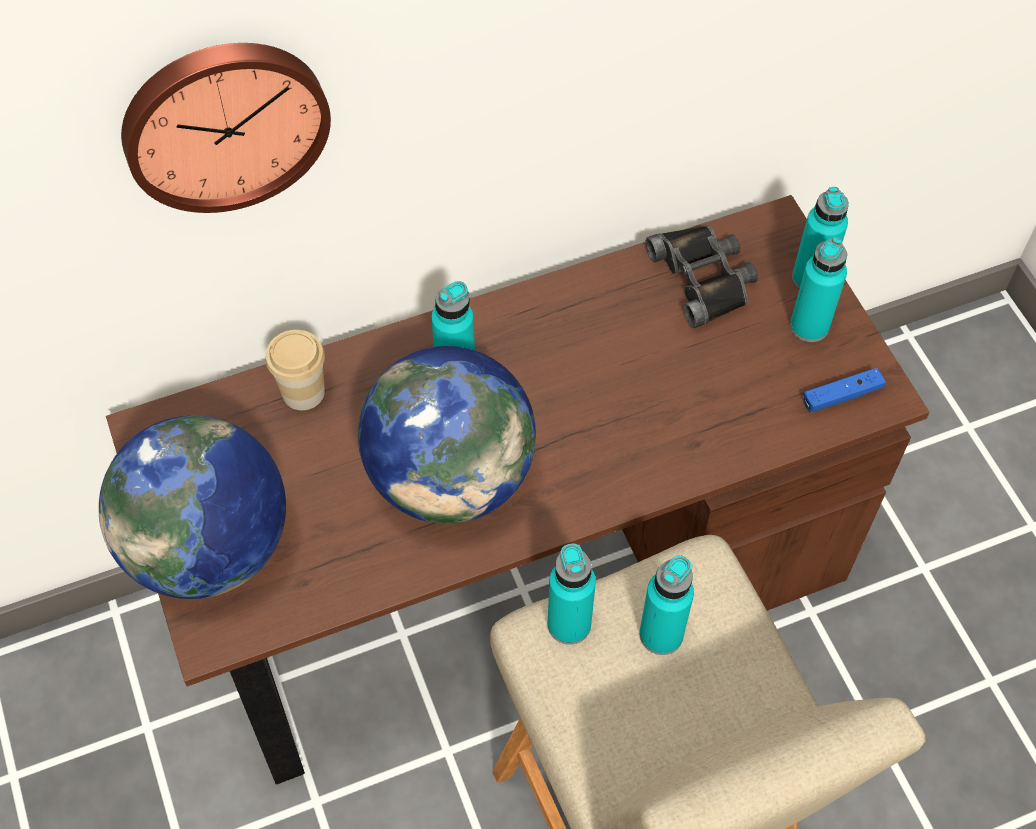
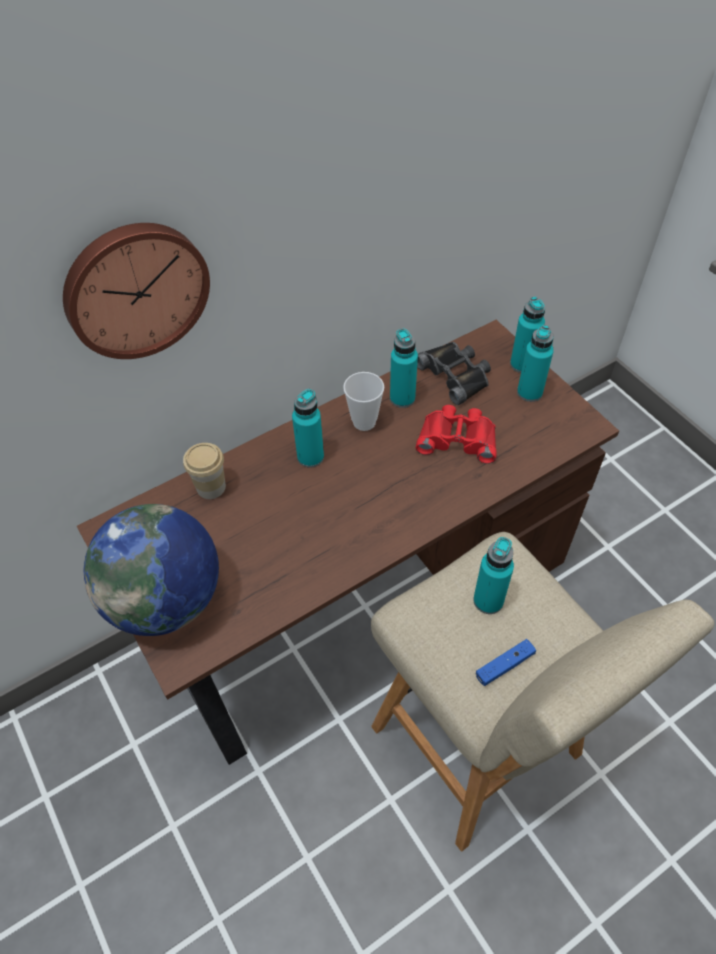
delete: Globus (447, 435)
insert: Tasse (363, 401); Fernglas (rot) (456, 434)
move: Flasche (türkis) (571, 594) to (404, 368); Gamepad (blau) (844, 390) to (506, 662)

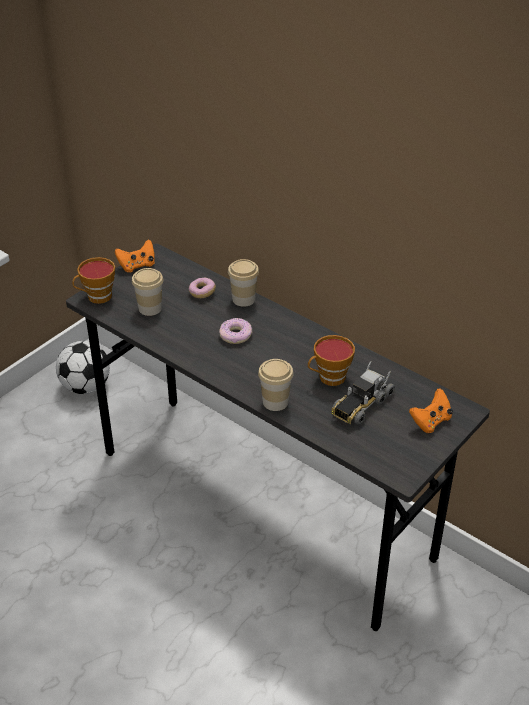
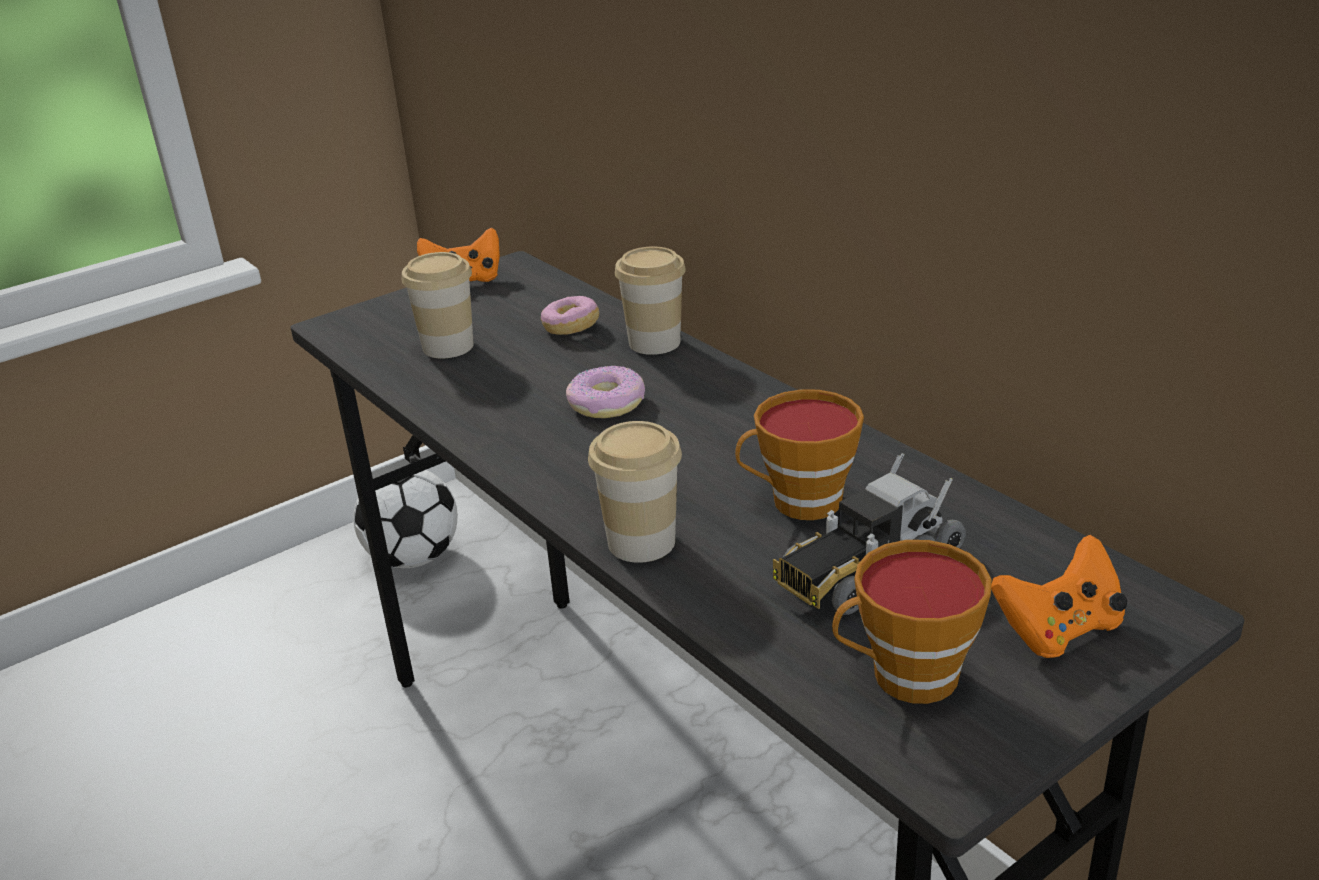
move: Tasse (93, 280) to (912, 622)

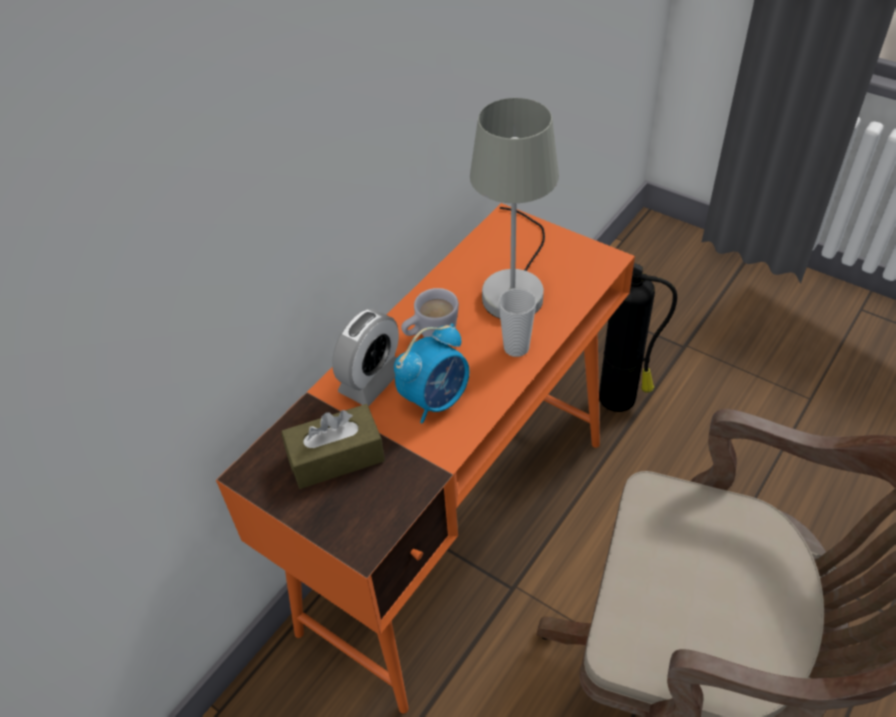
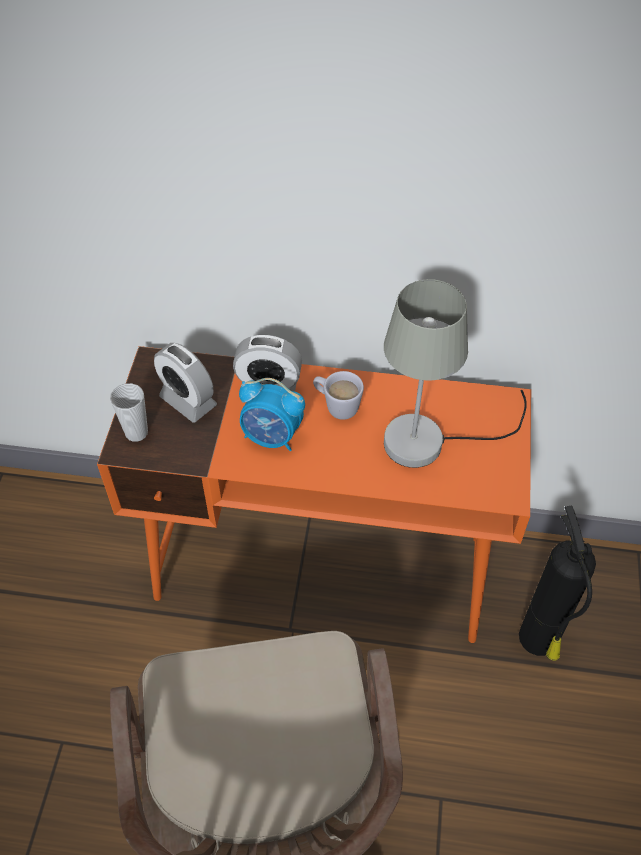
move: Tasse (517, 322) to (129, 412)
replace: Taschentuchbox (braun) (333, 446) to Wecker (185, 382)

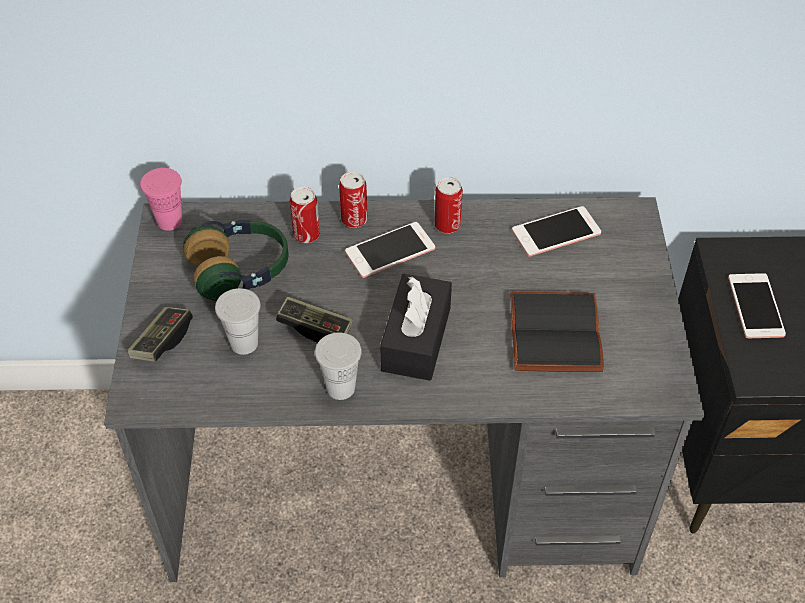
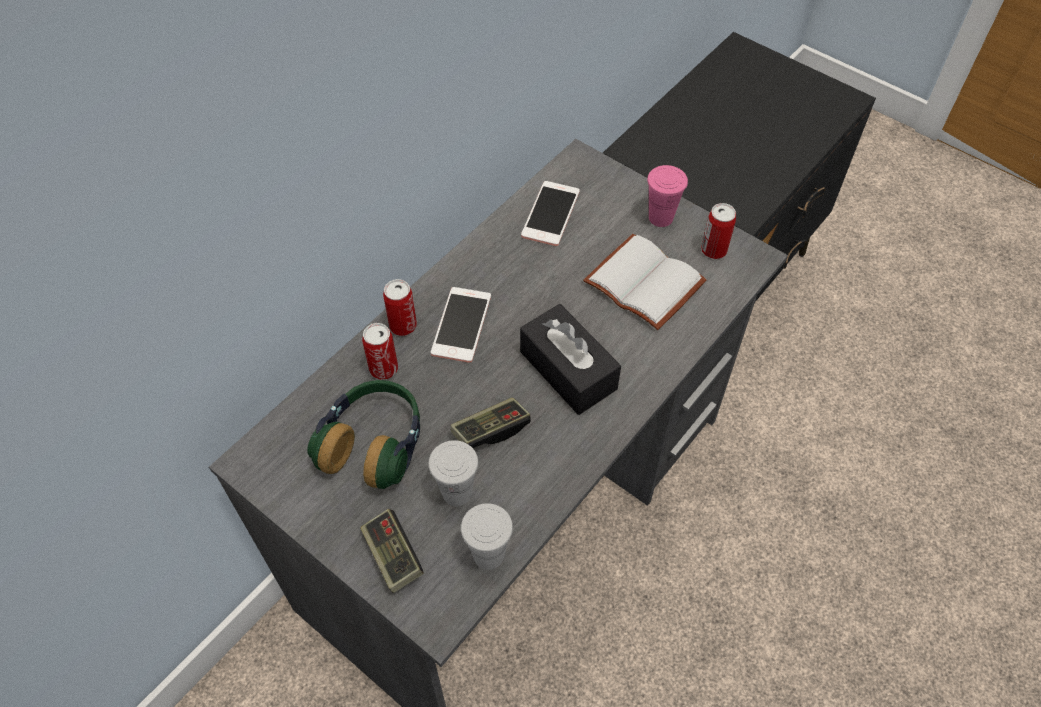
delete: Handy (757, 305)
move: Tasse (weiß) (338, 366) to (487, 536); Tasse (rosa) (161, 199) to (667, 196); Dose (449, 205) to (718, 231)
recolor: Buch (schwarz) (557, 332) to Buch (weiß) (645, 282)

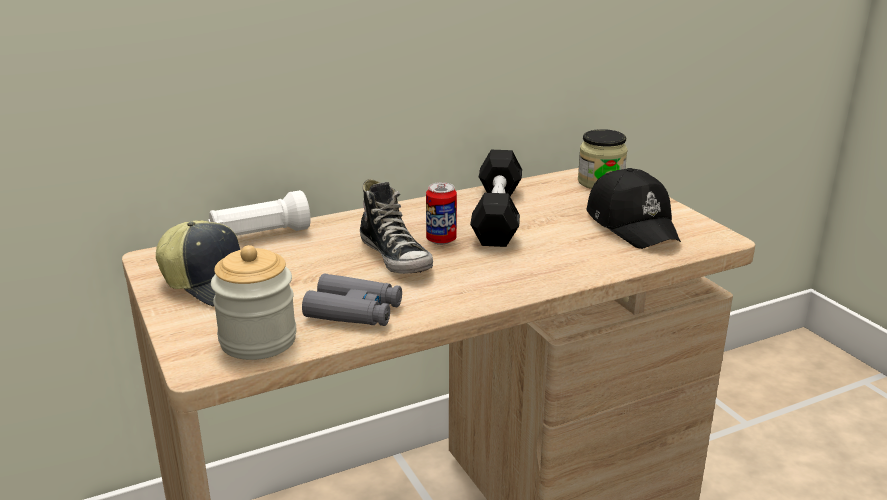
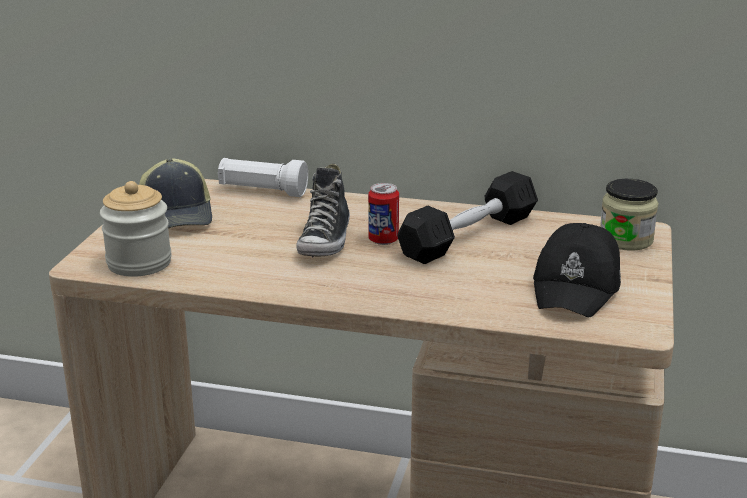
delete: Fernglas (grau) (352, 300)

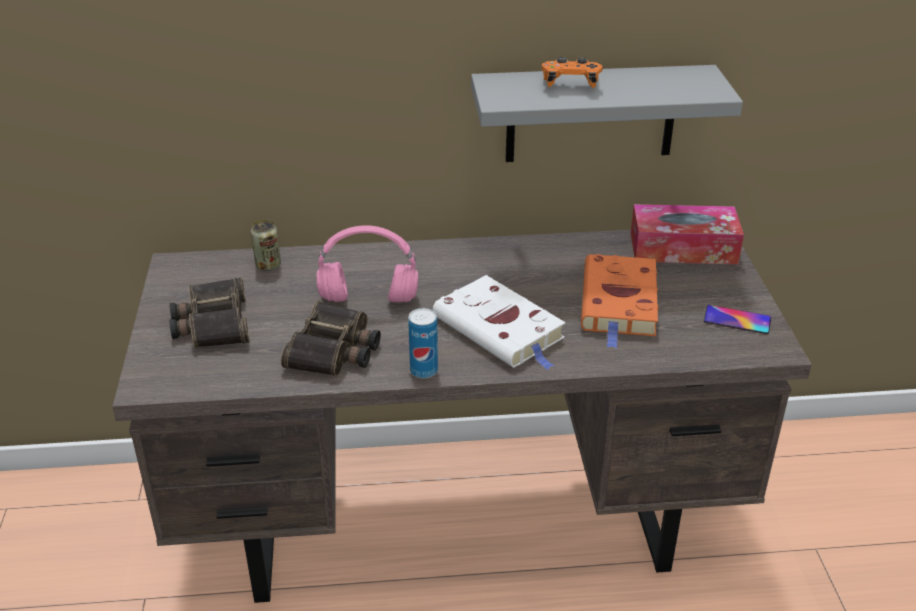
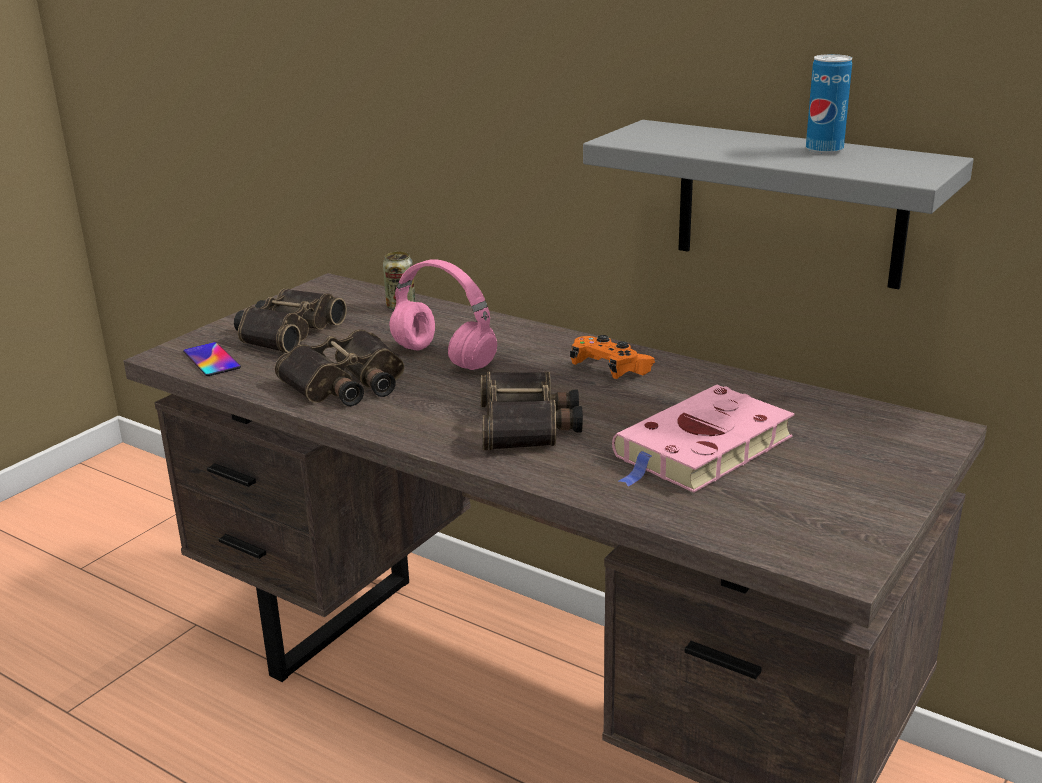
delete: Taschentuchbox (687, 234)
move: Handy (737, 319) to (212, 359); Gamepad (orange) (572, 72) to (612, 357); Dose (423, 343) to (829, 104)
replace: Buch (weiß) (499, 322) to Fernglas (531, 411)
recolor: Buch (orange) (619, 301) to Buch (rosa) (703, 439)

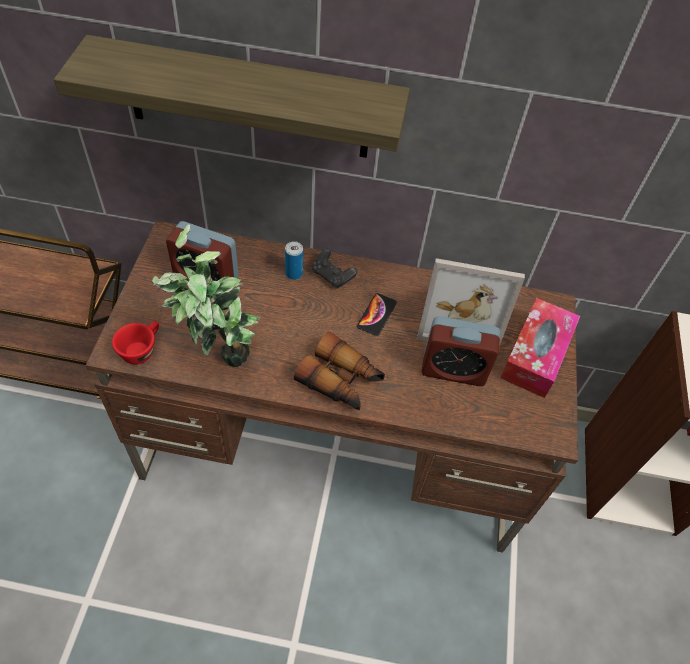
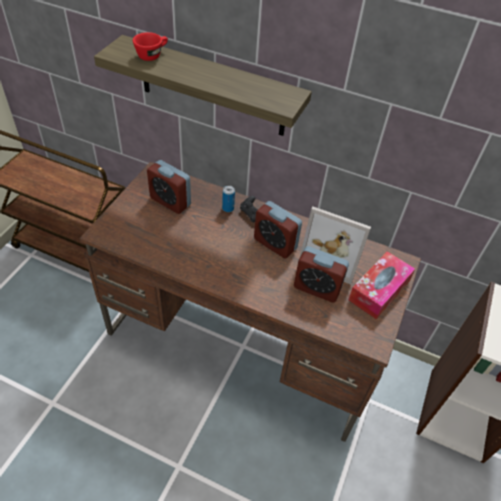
delete: Topfpflanze (206, 295); Fernglas (339, 370)
move: Tasse (rot) (135, 342) to (150, 46)
replace: Handy (377, 314) to Wecker (278, 230)

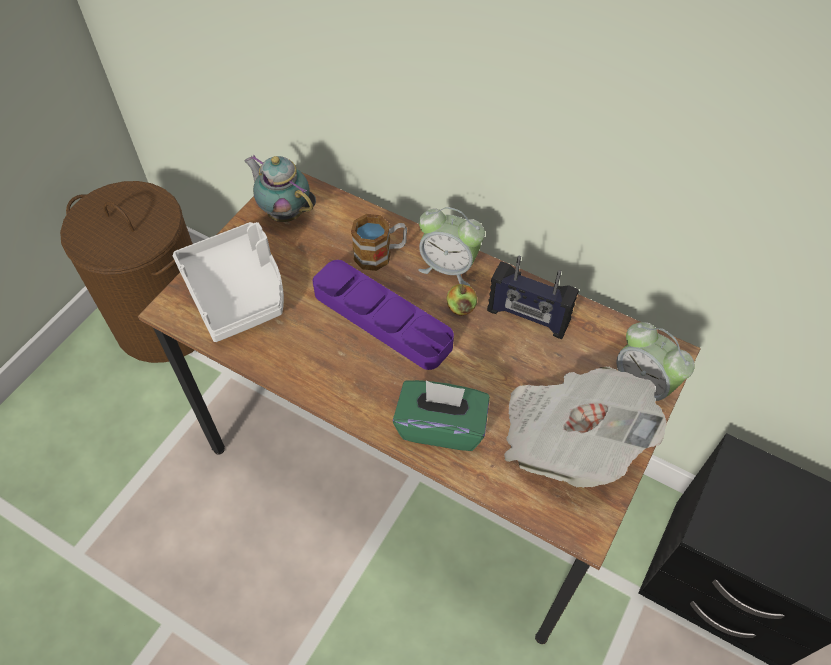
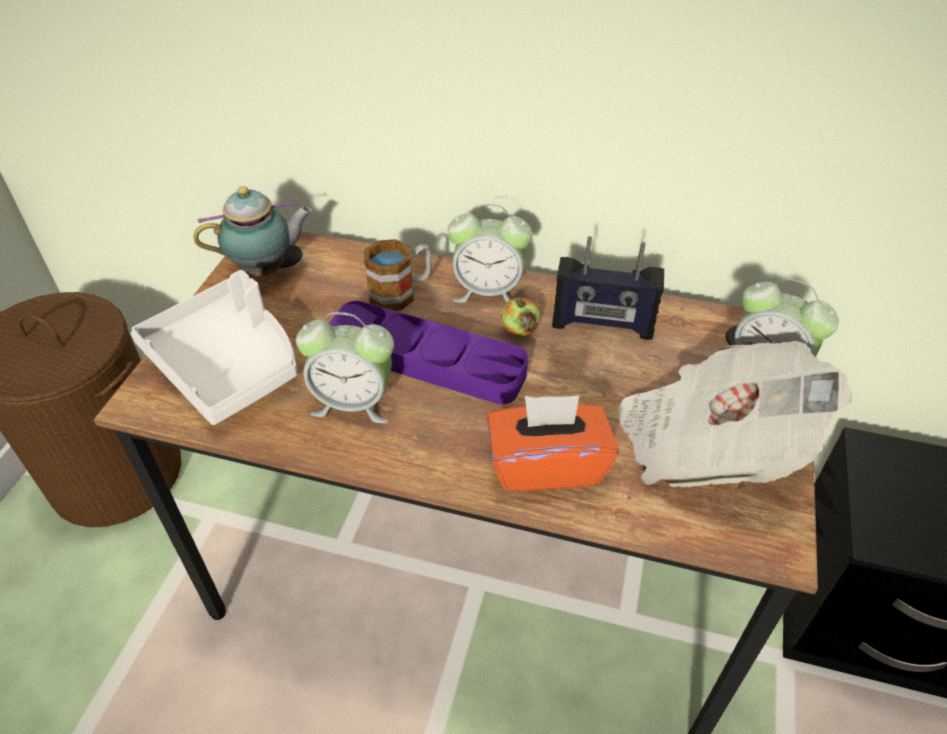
insert: Wecker (345, 367)
recolor: Taschentuchbox (grün) (441, 415) to Taschentuchbox (orange) (553, 443)
rotate: Teekanne (278, 188) = (253, 231) 135 degrees clockwise

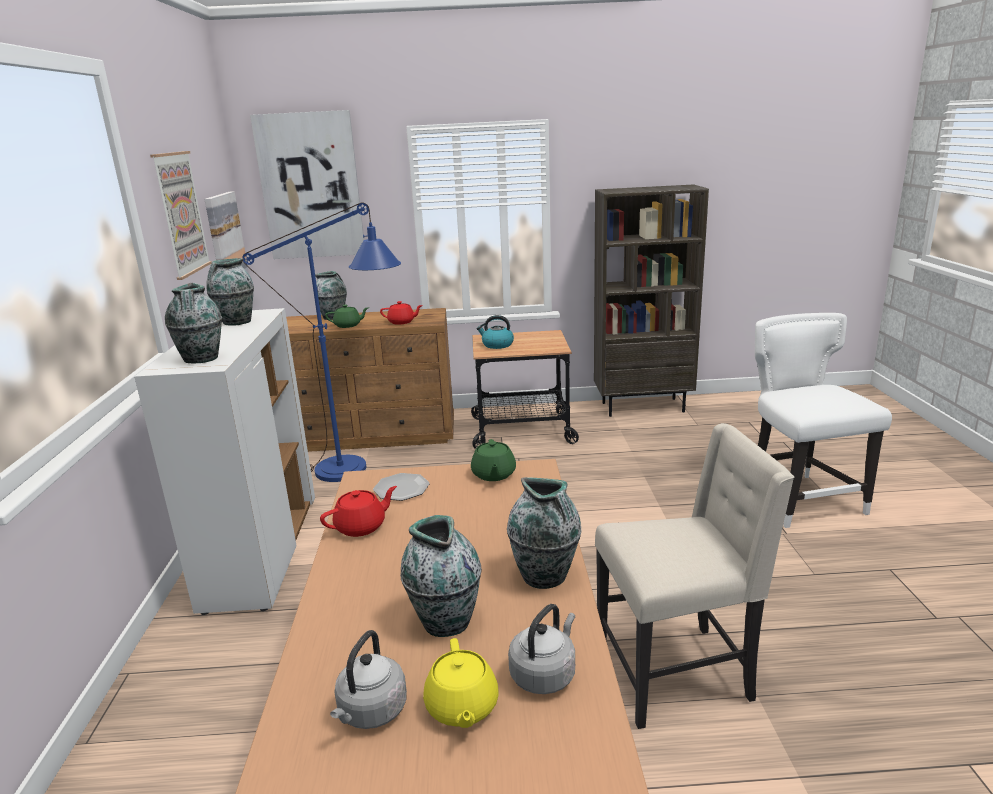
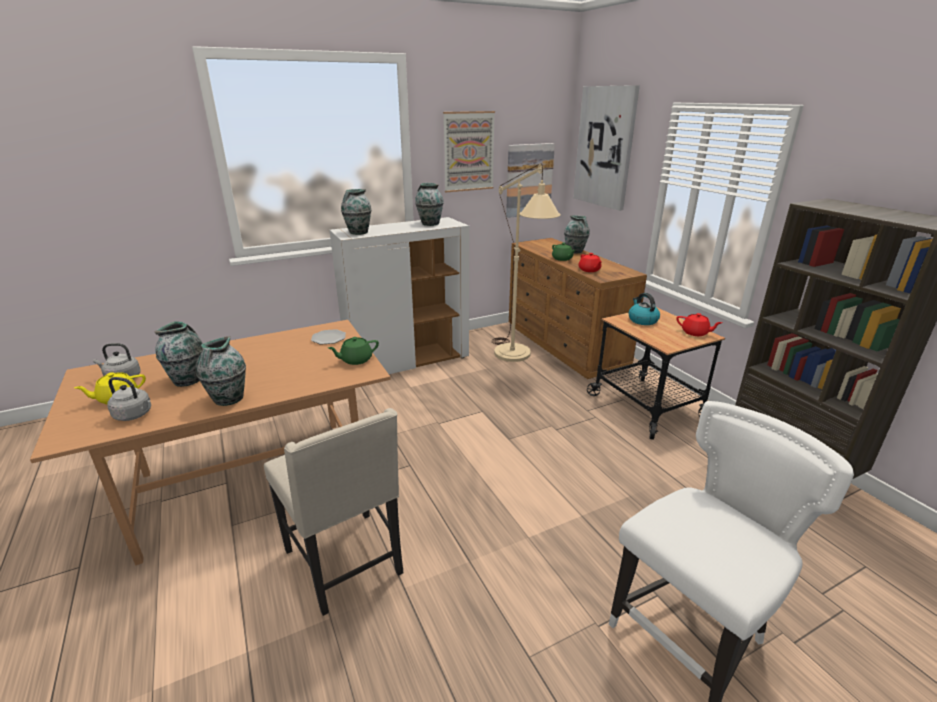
move: Teekanne (rot) (358, 511) to (699, 324)
recolor: Stehlampe (blau) (321, 342) to Stehlampe (beige) (526, 262)

